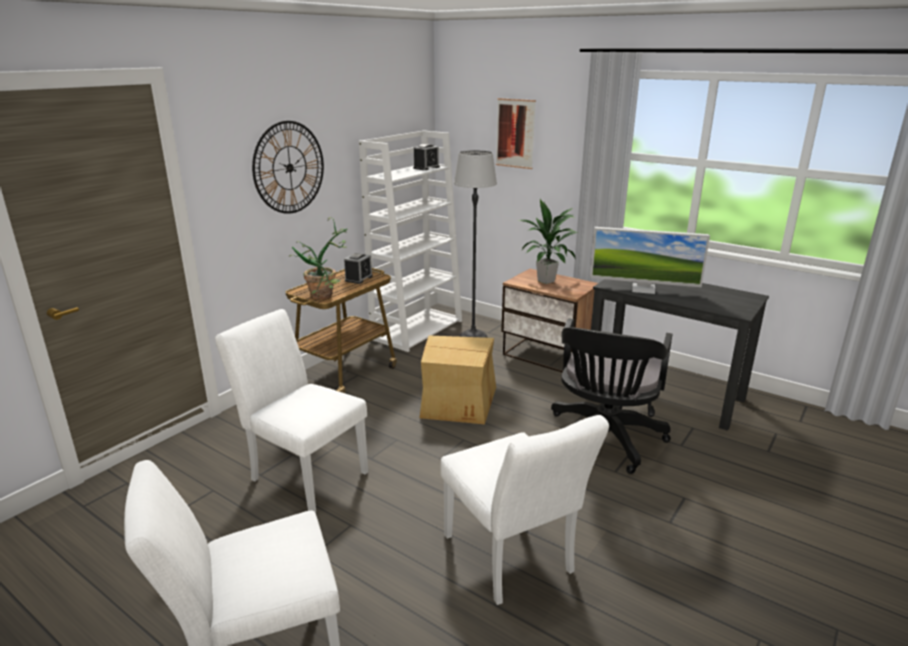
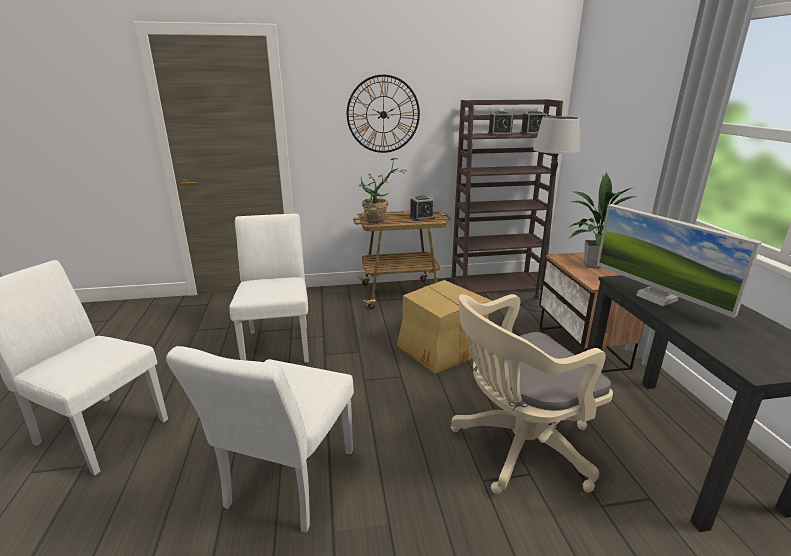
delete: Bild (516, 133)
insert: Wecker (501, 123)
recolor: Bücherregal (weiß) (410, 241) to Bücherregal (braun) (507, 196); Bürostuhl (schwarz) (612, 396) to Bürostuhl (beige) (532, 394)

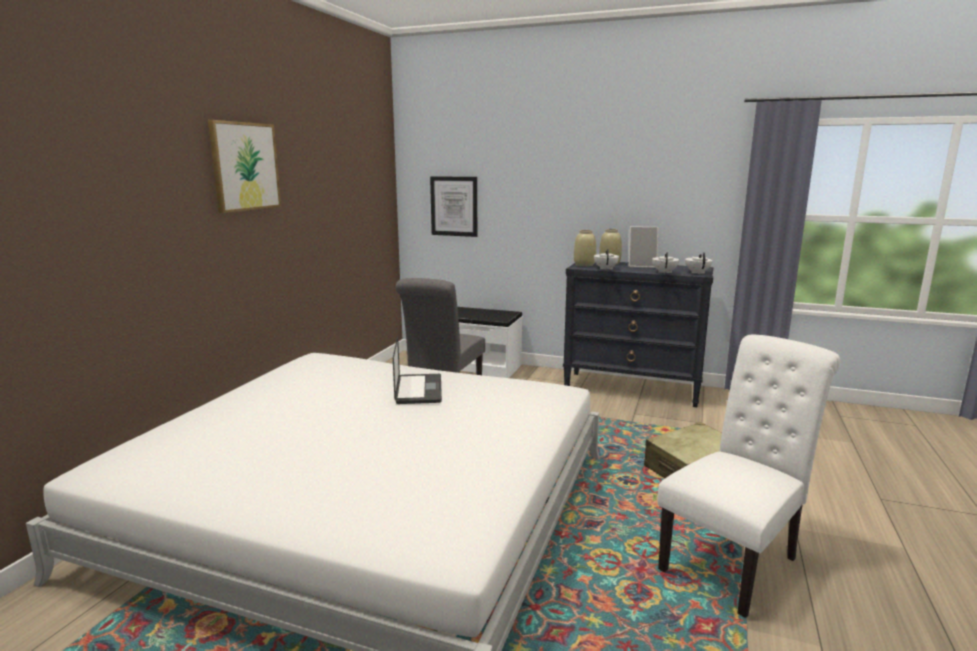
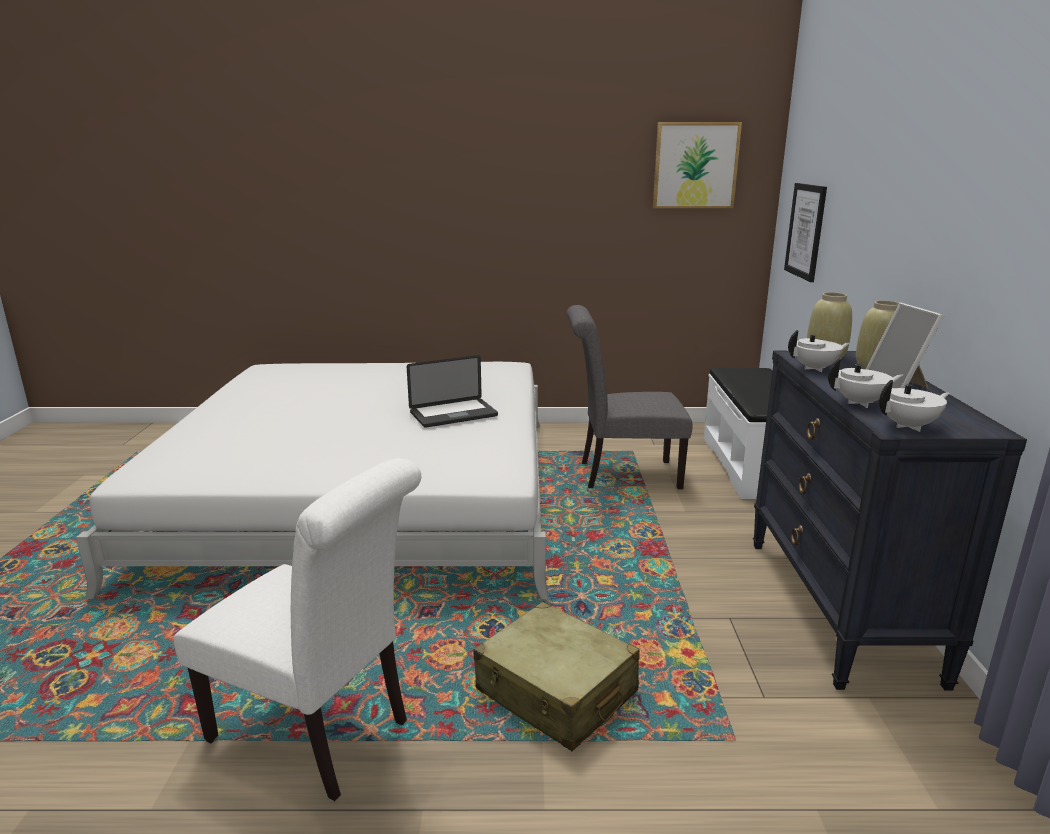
move: Bild (244, 166) to (697, 165)

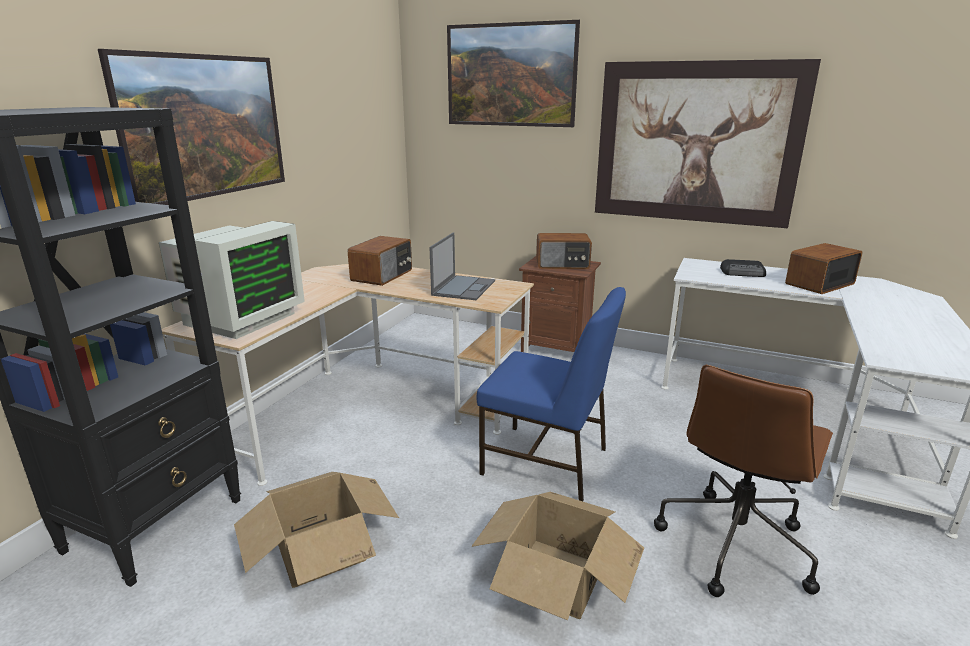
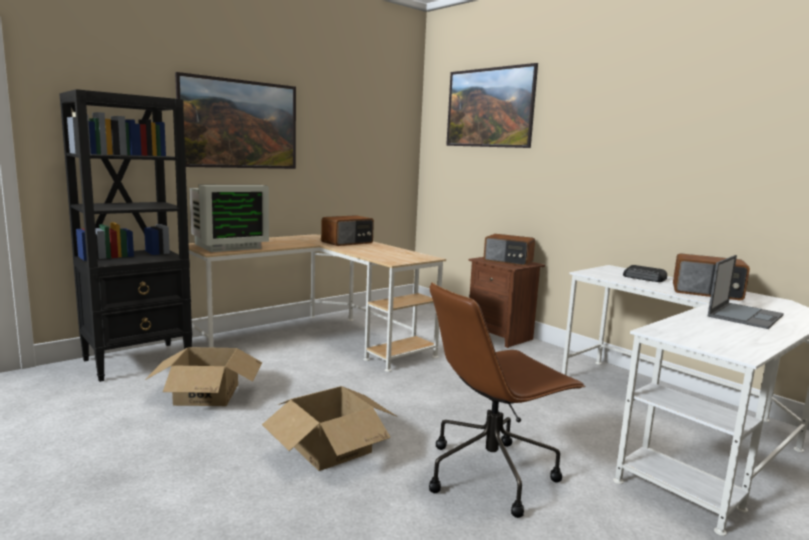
delete: Stuhl (blau) (551, 394); Bild (708, 143)
move: Laptop (462, 266) to (746, 292)
rotate: Radio (824, 268) = (711, 277) 150 degrees counterclockwise

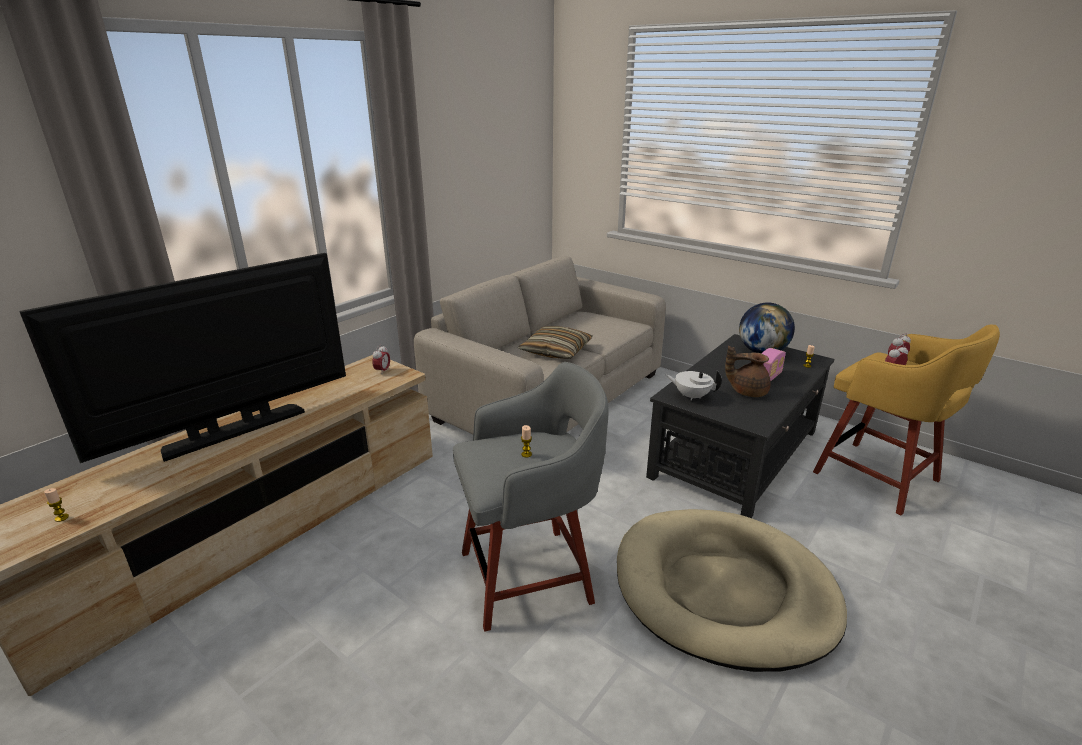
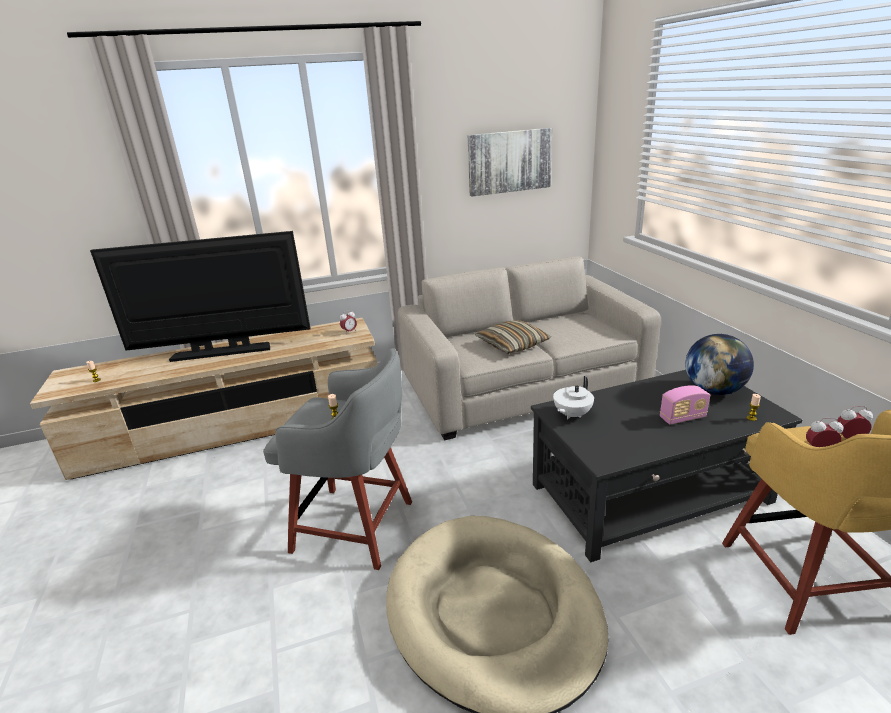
delete: Teekanne (braun) (748, 371)
insert: Bild (510, 162)
rotate: Teekanne (weiß) (693, 386) = (573, 397) 105 degrees counterclockwise

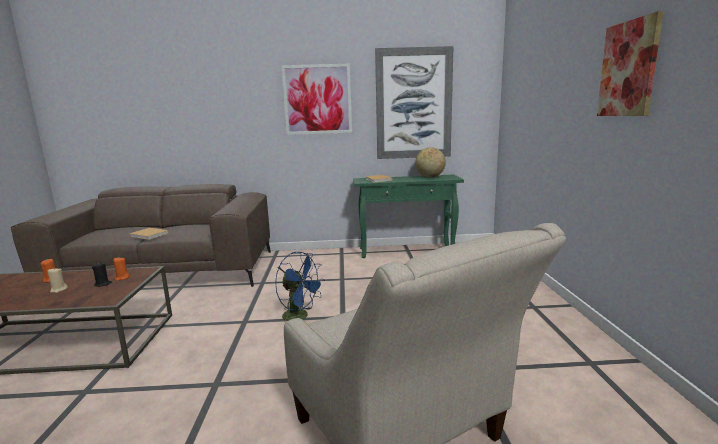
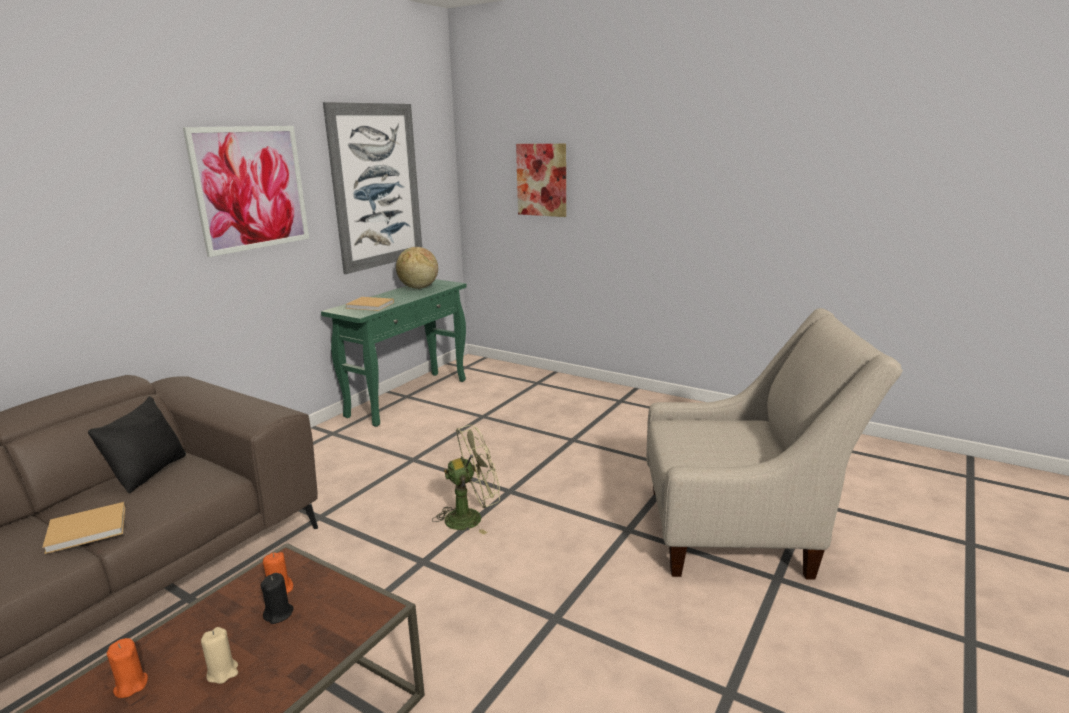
insert: Kissen (schwarz) (137, 444)
move: Bild (630, 63) to (541, 180)
recolor: Ventilator (blau) (300, 286) to Ventilator (grün) (466, 480)

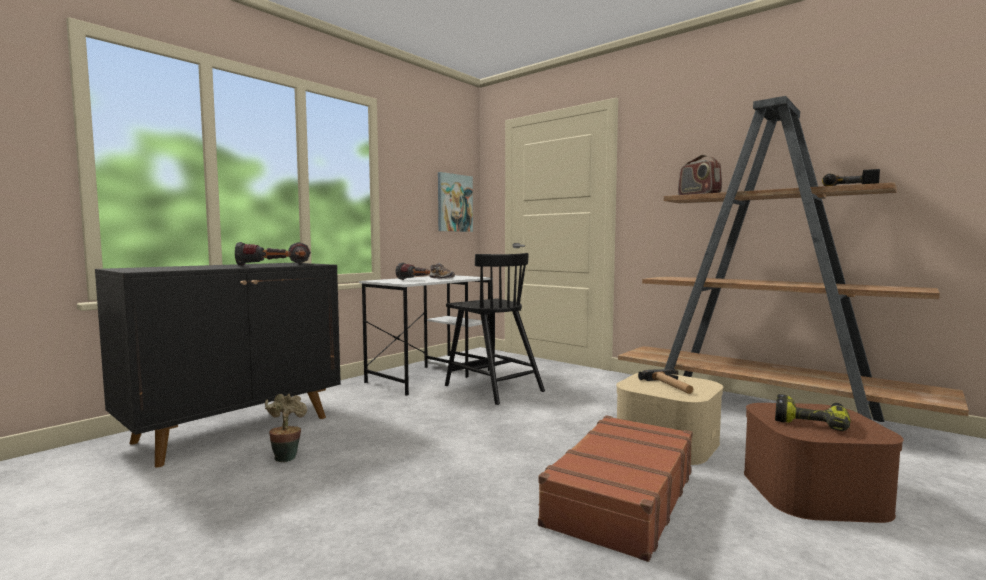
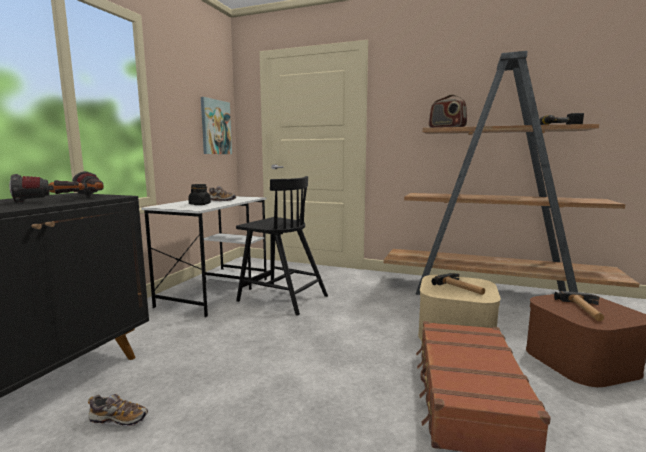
replace: Topfpflanze (286, 428) to Schuh (118, 410); Taschenlampe (413, 271) to Vorratsglas (schwarz) (199, 194); Bohrmaschine (813, 412) to Hammer (579, 306)

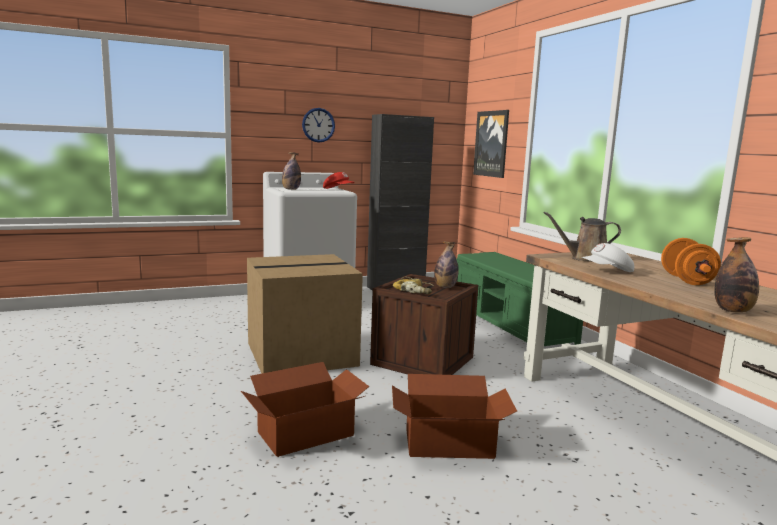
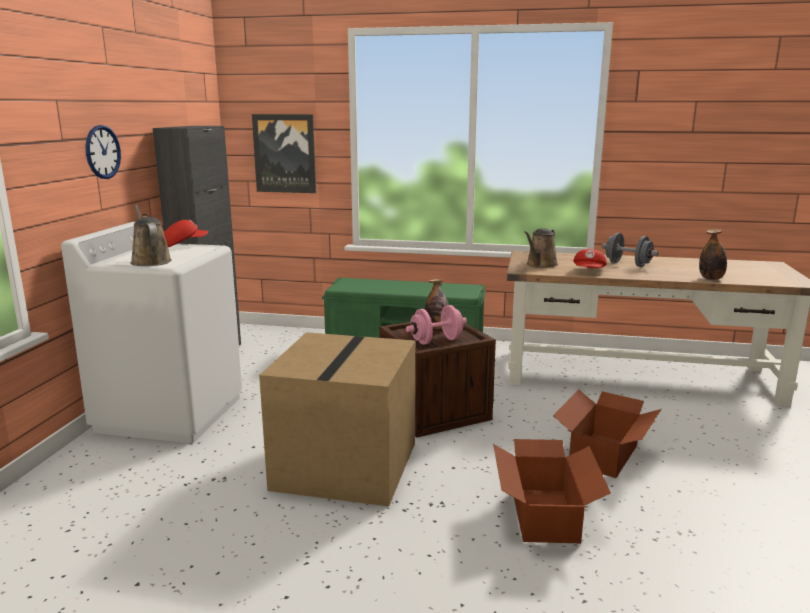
replace: Flasche (291, 171) to Gießkanne (braun) (151, 235); Bohrmaschine (413, 285) to Hantel (rosa) (436, 325)
recolor: Kappe (weiß) (608, 257) to Kappe (rot) (590, 258); Hantel (orange) (691, 261) to Hantel (grau) (630, 250)

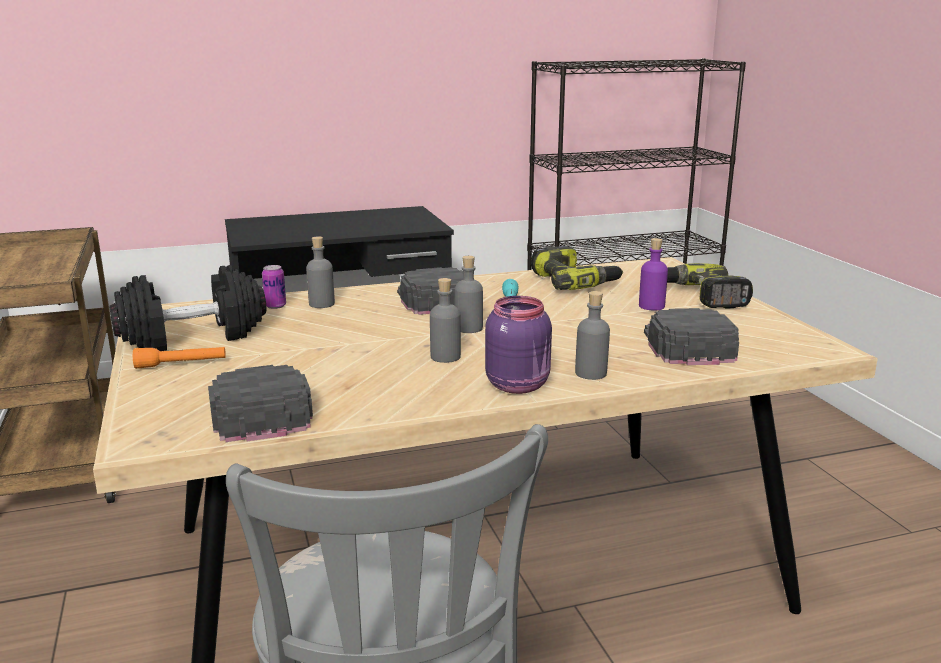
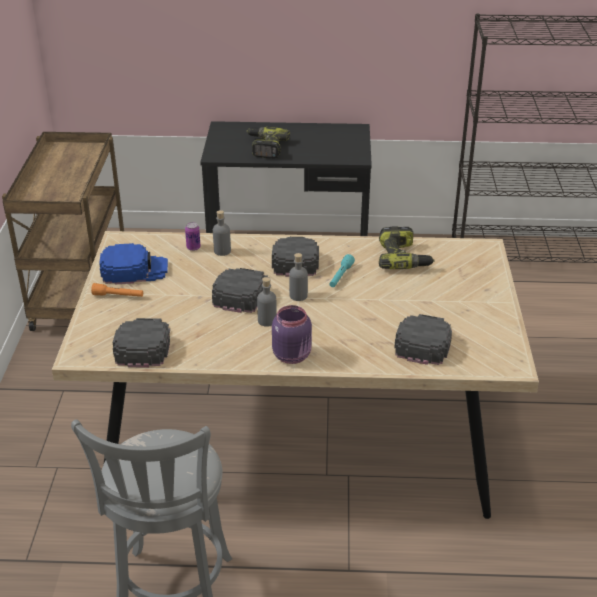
delete: Flasche (grau) (592, 335); Flasche (lila) (653, 274)
insert: Kappe (schwarz) (240, 290)
move: Bohrmaschine (710, 285) to (268, 143)
replace: Hantel (schwarz) (187, 308) to Kappe (blau) (133, 263)

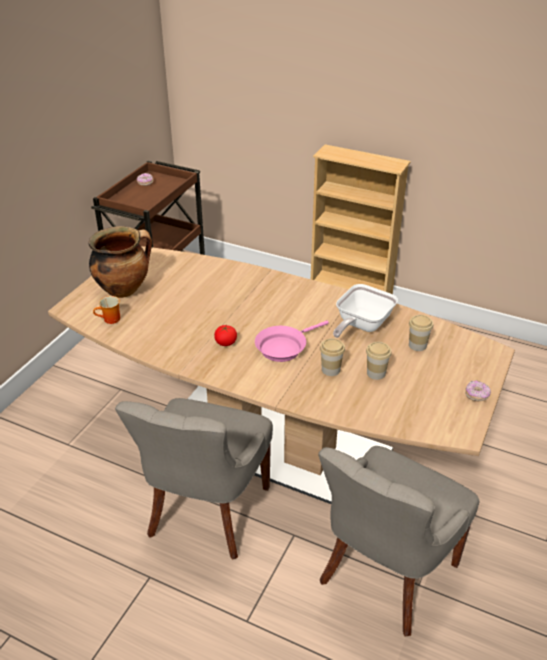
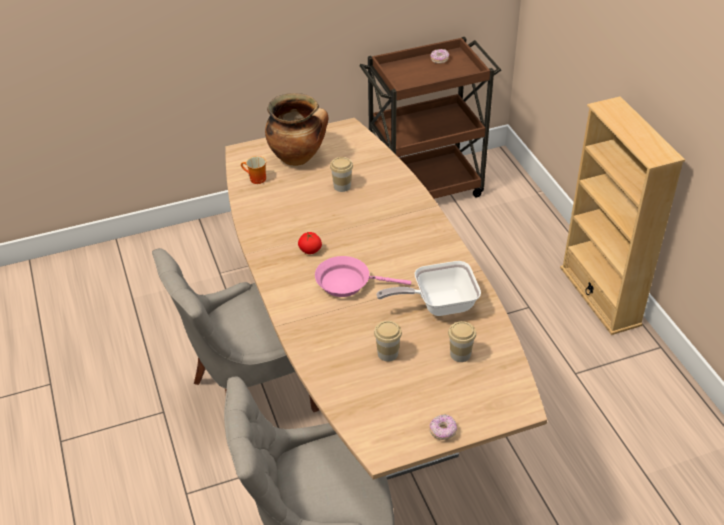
move: Tasse (332, 357) to (341, 174)

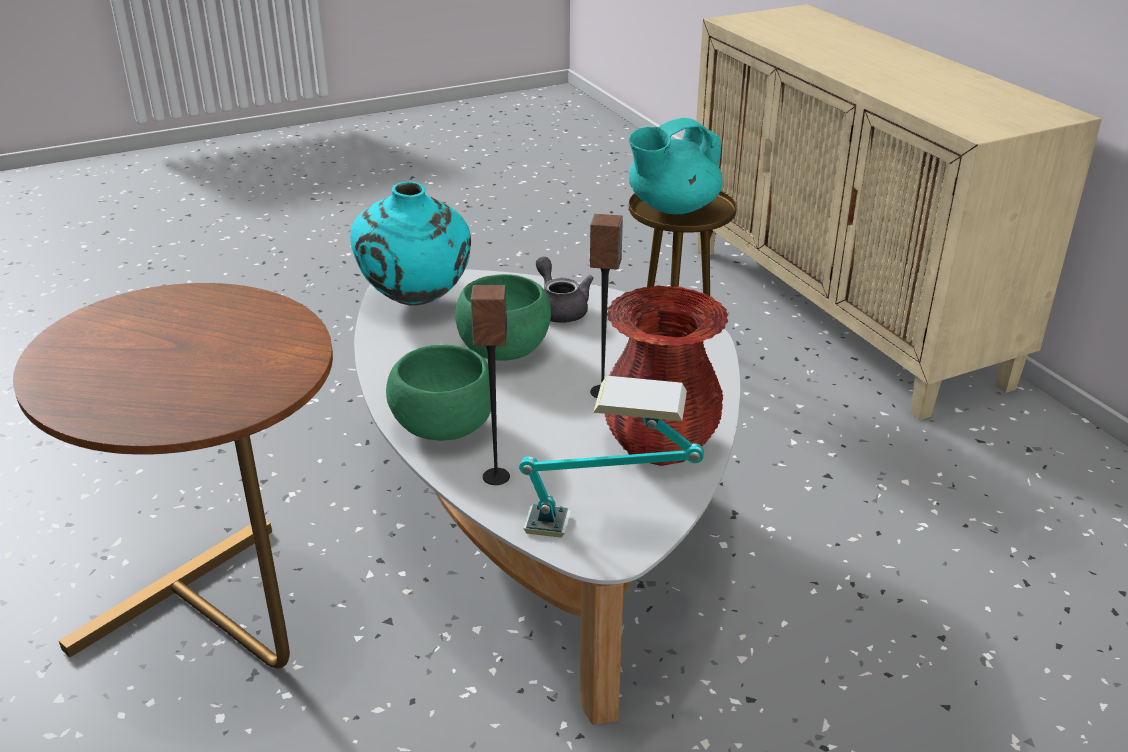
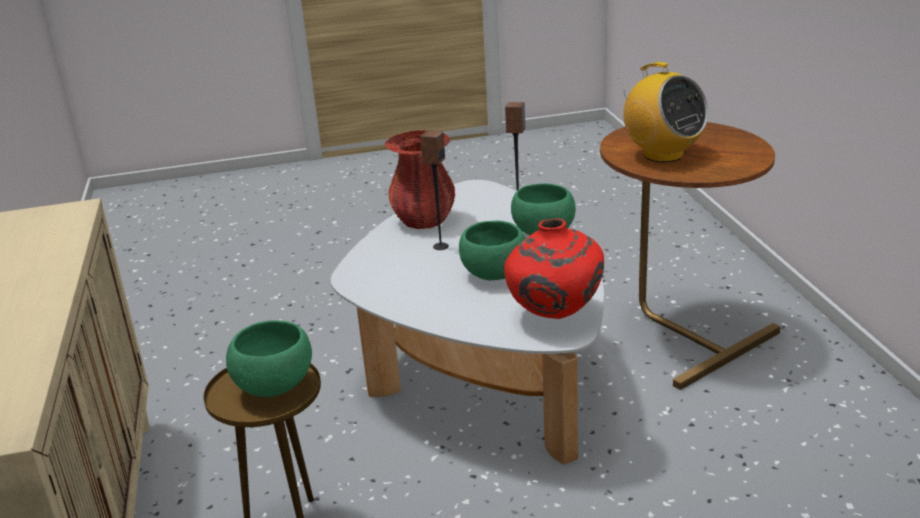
delete: Tischlampe (611, 457); Teekanne (grau) (565, 290)
insert: Radio (663, 112)
replace: Teekanne (türkis) (676, 166) to Schüssel (grün) (269, 358)
recolor: Vase (türkis) (410, 244) to Vase (rot) (554, 269)

